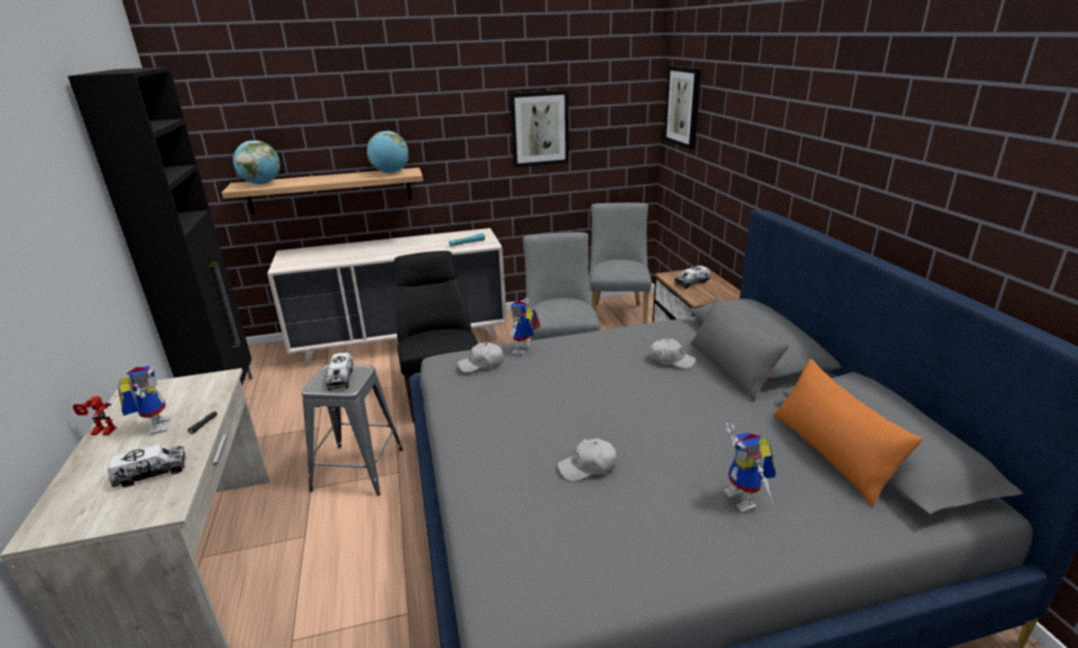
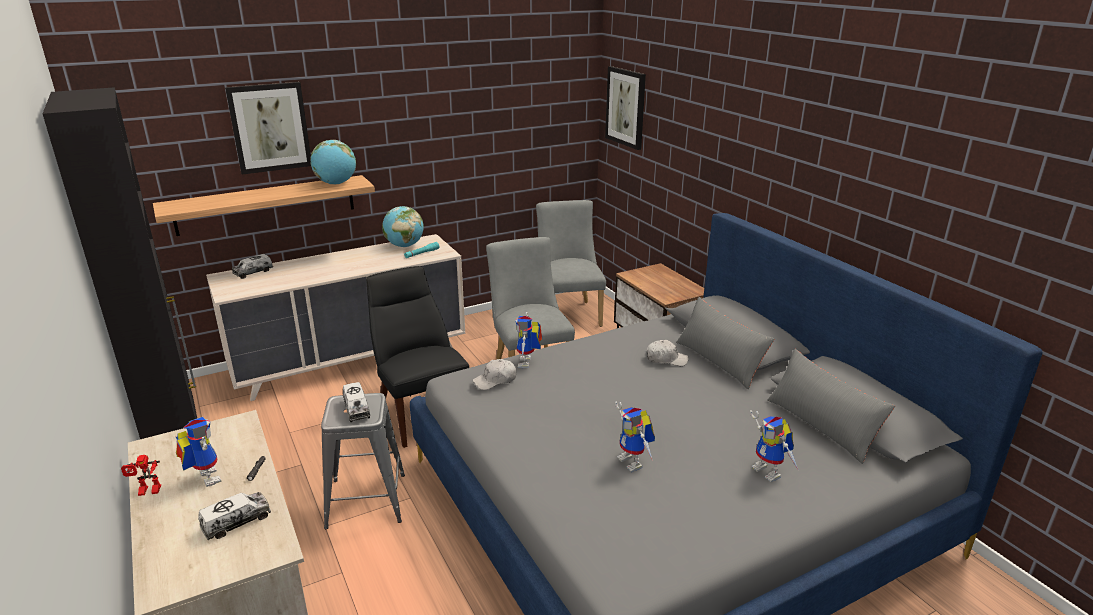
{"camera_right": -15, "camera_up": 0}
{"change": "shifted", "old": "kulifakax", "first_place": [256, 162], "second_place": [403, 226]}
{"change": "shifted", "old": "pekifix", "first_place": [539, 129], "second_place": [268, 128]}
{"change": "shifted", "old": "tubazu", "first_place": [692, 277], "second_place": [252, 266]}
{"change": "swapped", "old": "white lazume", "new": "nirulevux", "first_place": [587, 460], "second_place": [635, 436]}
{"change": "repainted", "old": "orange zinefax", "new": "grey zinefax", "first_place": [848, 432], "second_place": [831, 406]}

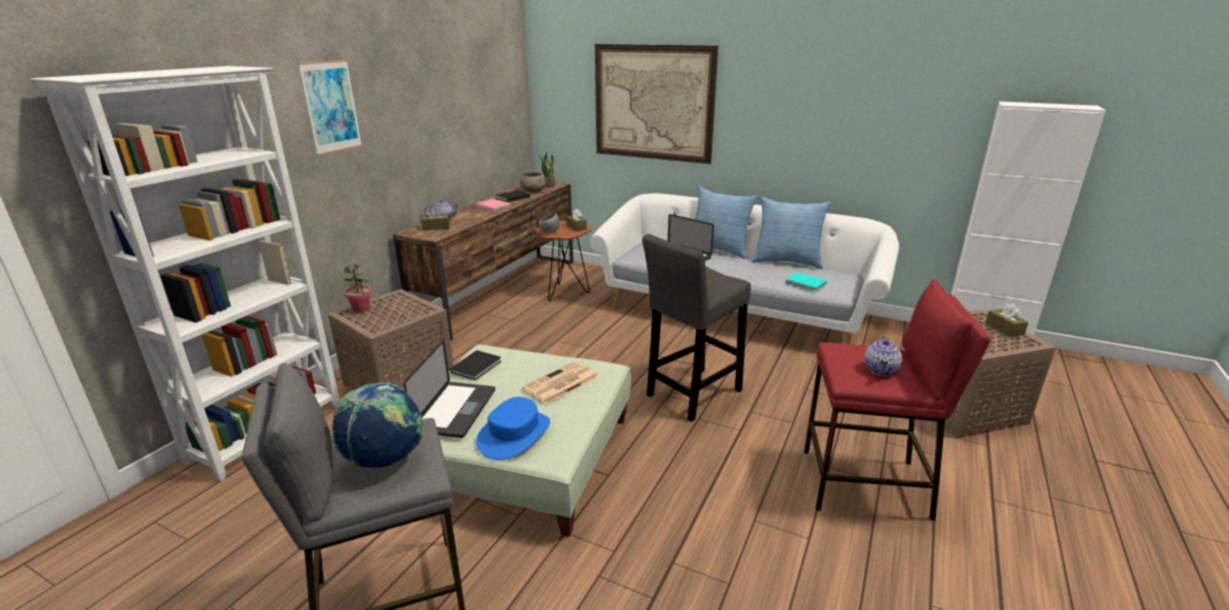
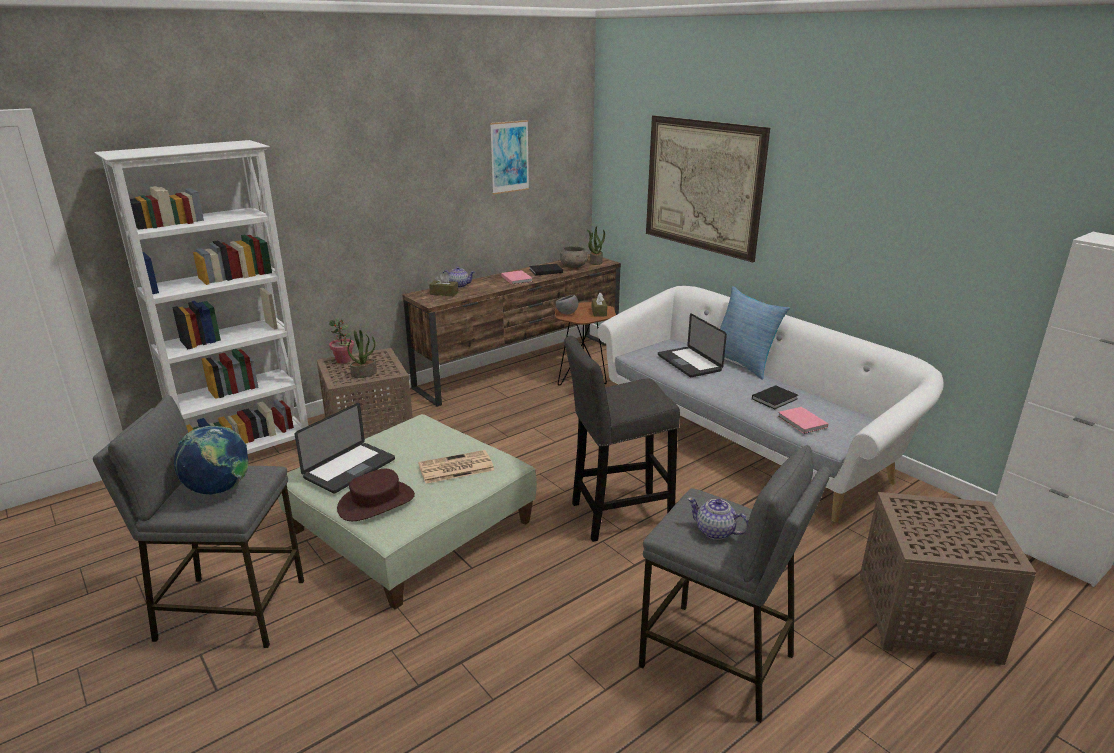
{"camera_right": 25, "camera_up": 0}
{"change": "gone", "old": "zinefax", "first_place": [791, 232]}
{"change": "gone", "old": "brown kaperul", "first_place": [1007, 320]}
{"change": "new", "new": "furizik", "second_place": [362, 354]}
{"change": "shifted", "old": "pekifix", "first_place": [330, 107], "second_place": [509, 157]}
{"change": "shifted", "old": "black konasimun", "first_place": [475, 365], "second_place": [775, 397]}
{"change": "repainted", "old": "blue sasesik", "new": "brown sasesik", "first_place": [513, 428], "second_place": [376, 495]}
{"change": "repainted", "old": "turquoise konasimun", "new": "pink konasimun", "first_place": [806, 282], "second_place": [803, 420]}
{"change": "repainted", "old": "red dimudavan", "new": "grey dimudavan", "first_place": [897, 400], "second_place": [735, 584]}
{"change": "rotated", "old": "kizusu", "first_place": [883, 356], "second_place": [717, 518], "degrees": 75}

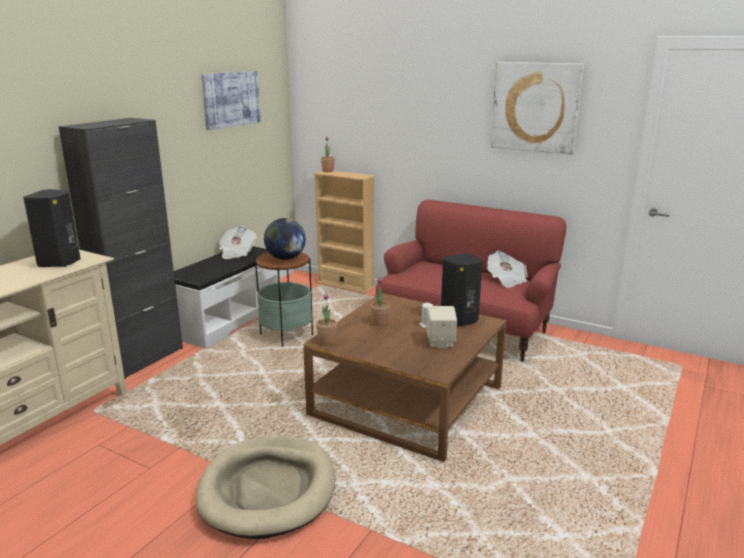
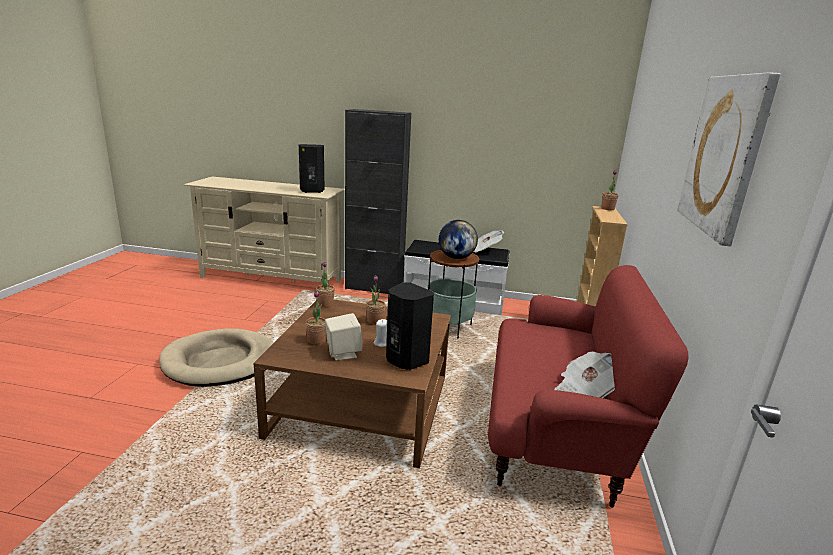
{"camera_right": 70, "camera_up": 0}
{"change": "gone", "old": "pekifix", "first_place": [231, 100]}
{"change": "new", "new": "furizik", "second_place": [315, 317]}

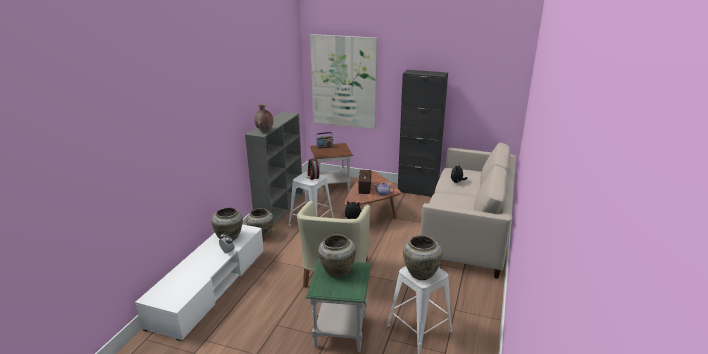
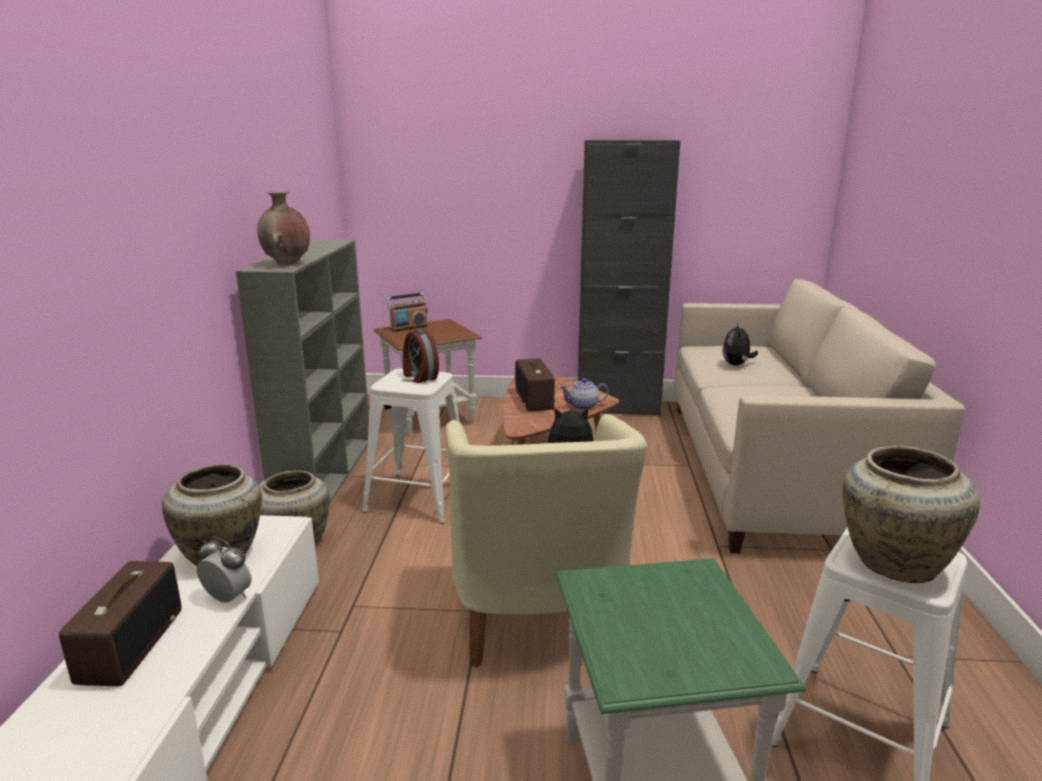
{"camera_right": -15, "camera_up": -5}
{"change": "gone", "old": "pekifix", "first_place": [343, 81]}
{"change": "gone", "old": "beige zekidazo", "first_place": [337, 256]}
{"change": "new", "new": "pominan", "second_place": [120, 623]}

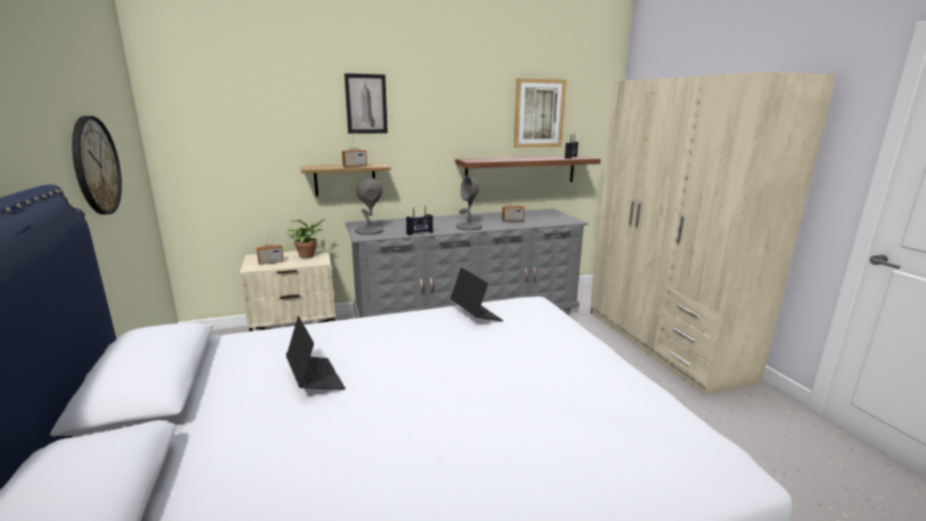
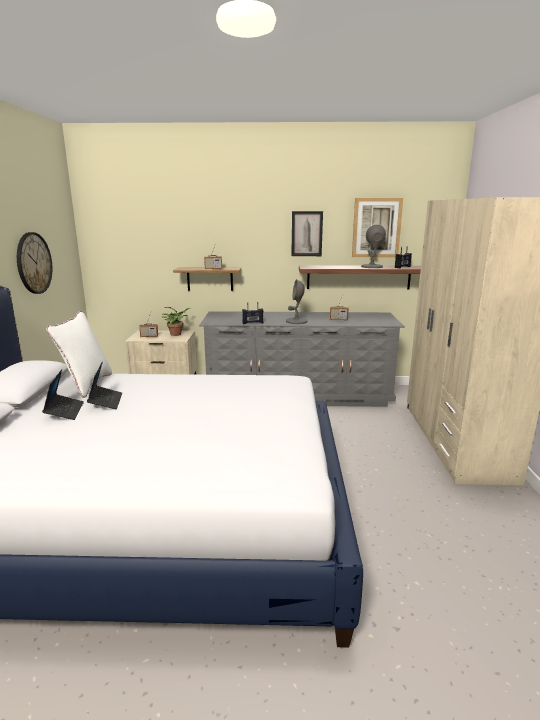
{"camera_right": 20, "camera_up": 0}
{"change": "new", "new": "white zinefax", "second_place": [79, 354]}
{"change": "shifted", "old": "pekifix", "first_place": [366, 103], "second_place": [307, 233]}
{"change": "shifted", "old": "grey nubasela", "first_place": [369, 206], "second_place": [373, 246]}
{"change": "shifted", "old": "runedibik", "first_place": [476, 294], "second_place": [63, 394]}

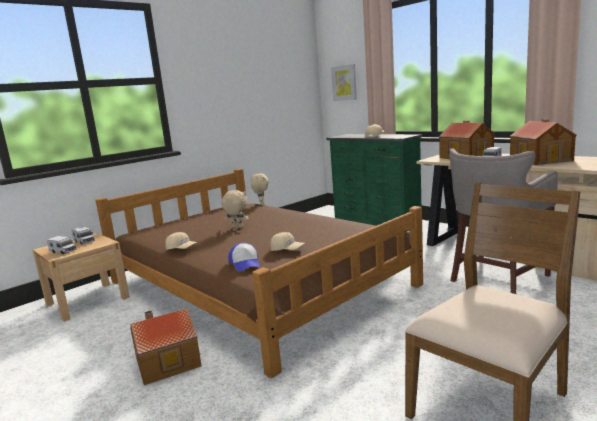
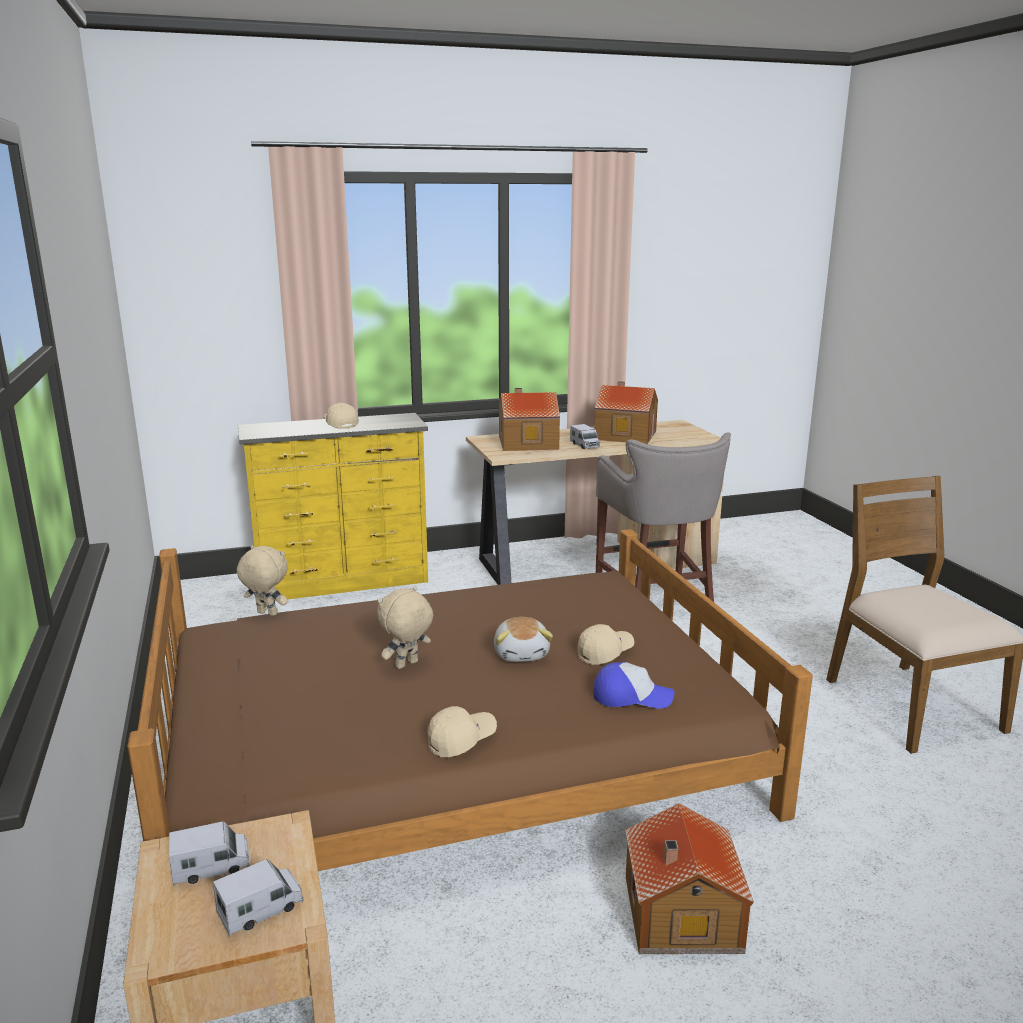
{"camera_right": -65, "camera_up": 5}
{"change": "gone", "old": "pekifix", "first_place": [344, 82]}
{"change": "new", "new": "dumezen", "second_place": [523, 639]}
{"change": "repainted", "old": "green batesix", "new": "yellow batesix", "first_place": [374, 183], "second_place": [333, 507]}

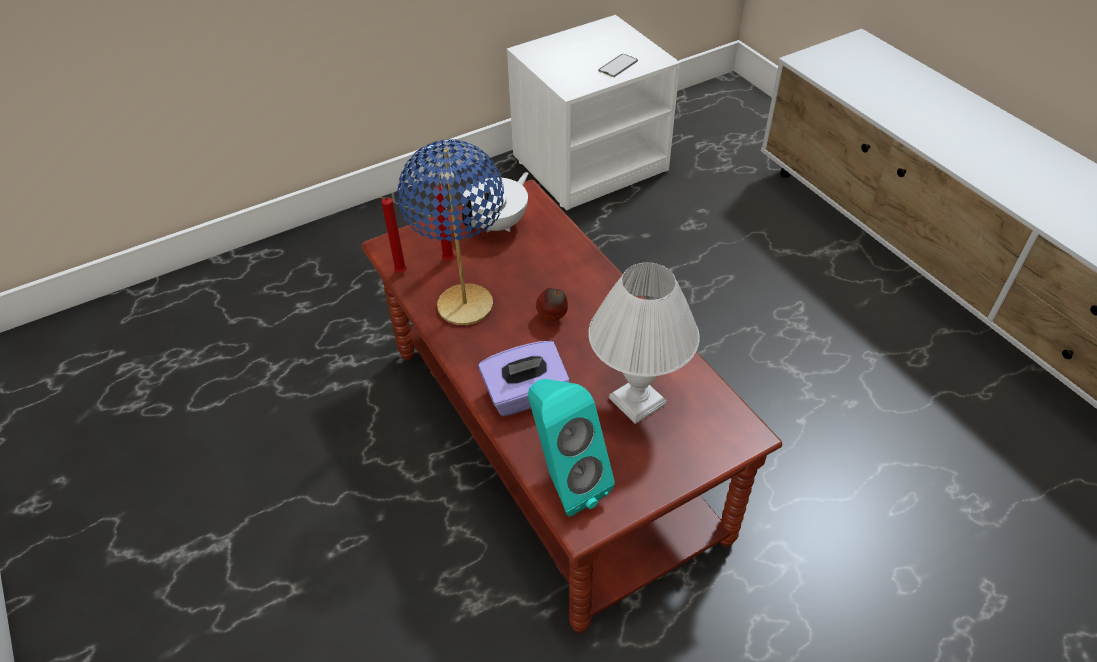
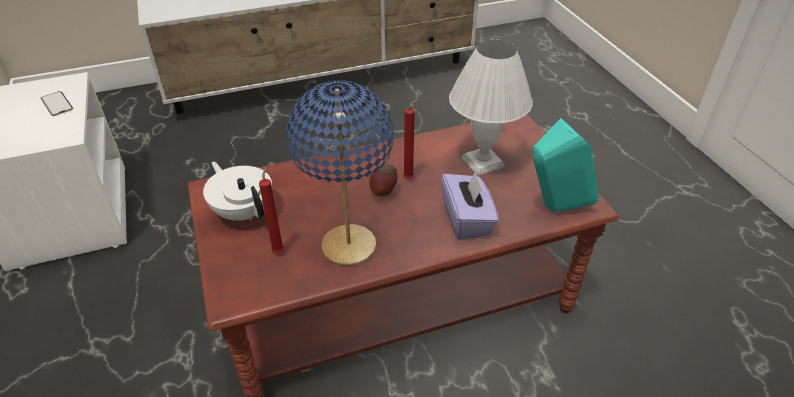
{"camera_right": -80, "camera_up": -5}
{"change": "shifted", "old": "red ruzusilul", "first_place": [392, 235], "second_place": [410, 142]}

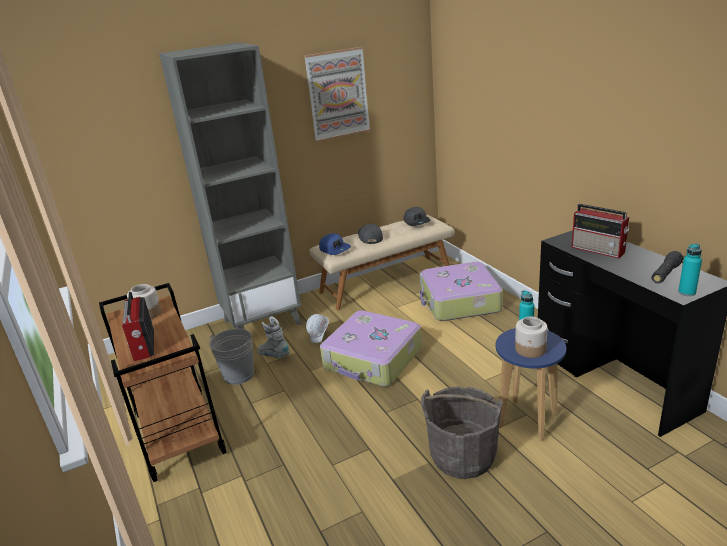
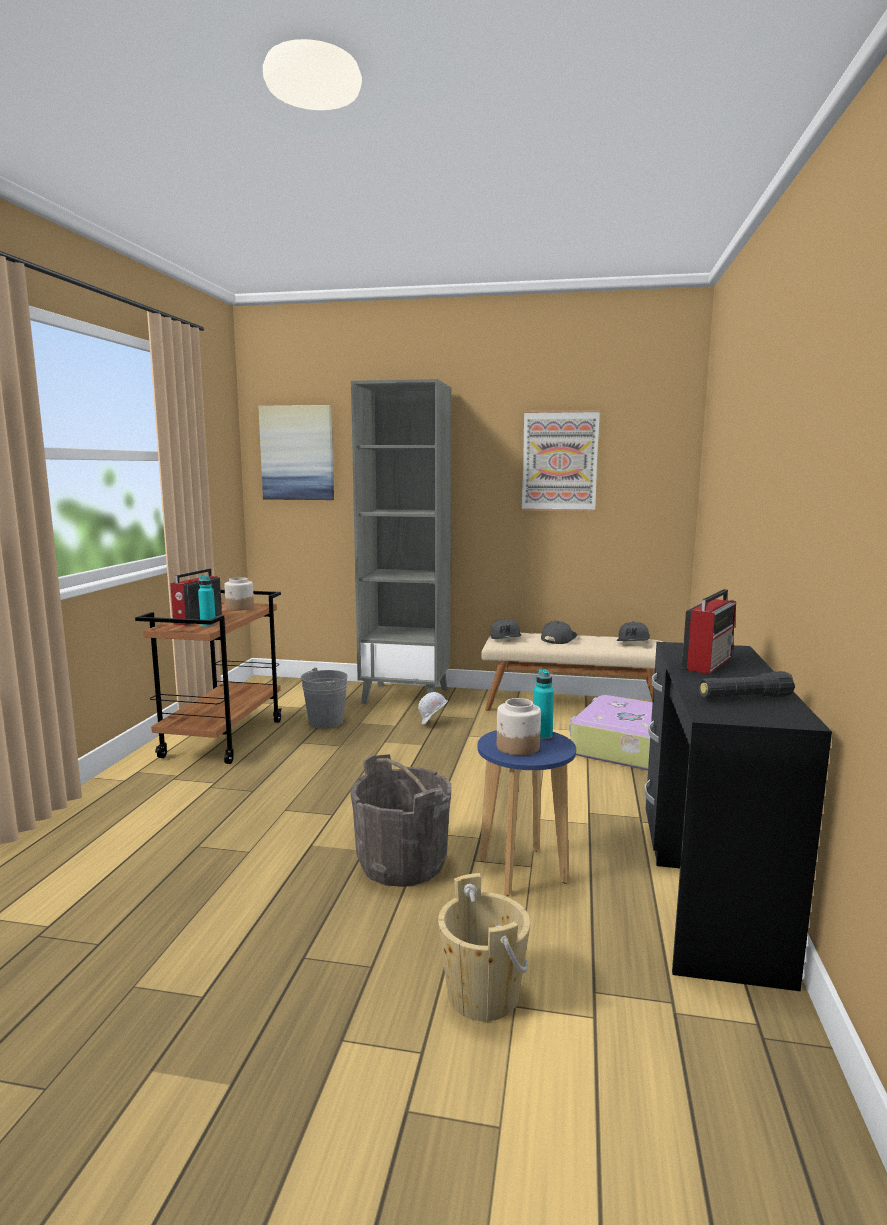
{"camera_right": 35, "camera_up": -15}
{"change": "gone", "old": "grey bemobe", "first_place": [273, 337]}
{"change": "gone", "old": "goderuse", "first_place": [371, 348]}
{"change": "new", "new": "pekifix", "second_place": [296, 452]}
{"change": "new", "new": "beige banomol", "second_place": [484, 947]}
{"change": "shifted", "old": "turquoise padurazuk", "first_place": [690, 269], "second_place": [207, 601]}
{"change": "repainted", "old": "blue lazume", "new": "grey lazume", "first_place": [335, 244], "second_place": [505, 628]}
{"change": "rotated", "old": "pominan", "first_place": [601, 231], "second_place": [709, 631], "degrees": -135}

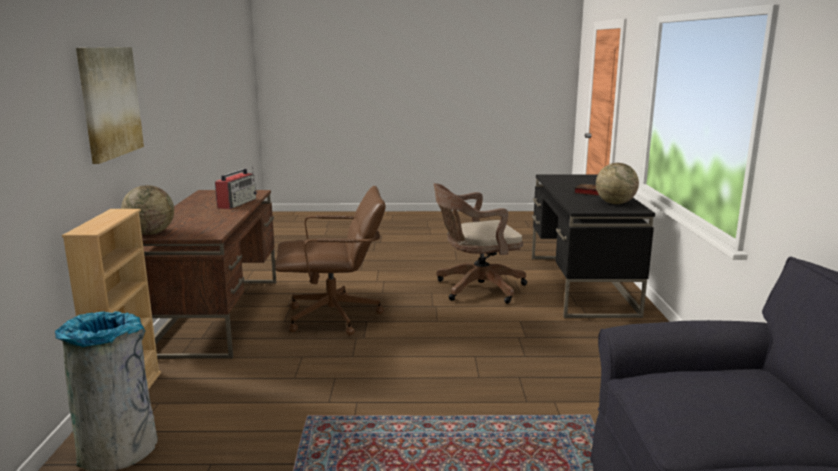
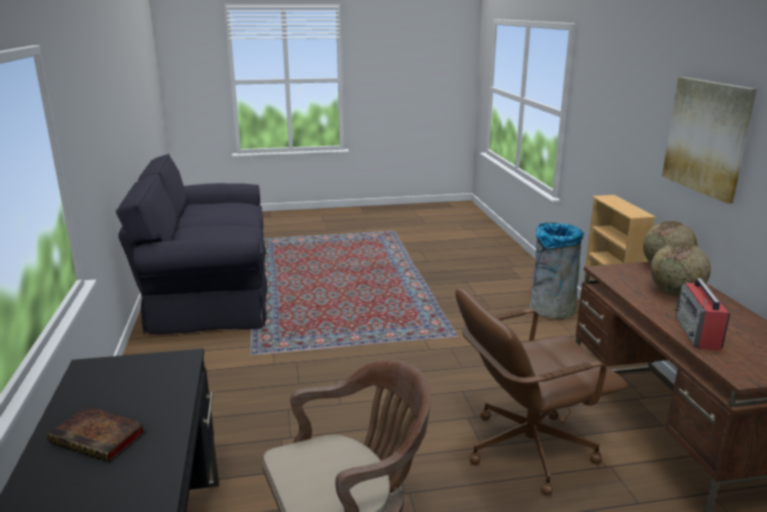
{"camera_right": 170, "camera_up": 5}
{"change": "shifted", "old": "kulifakax", "first_place": [617, 183], "second_place": [680, 269]}

